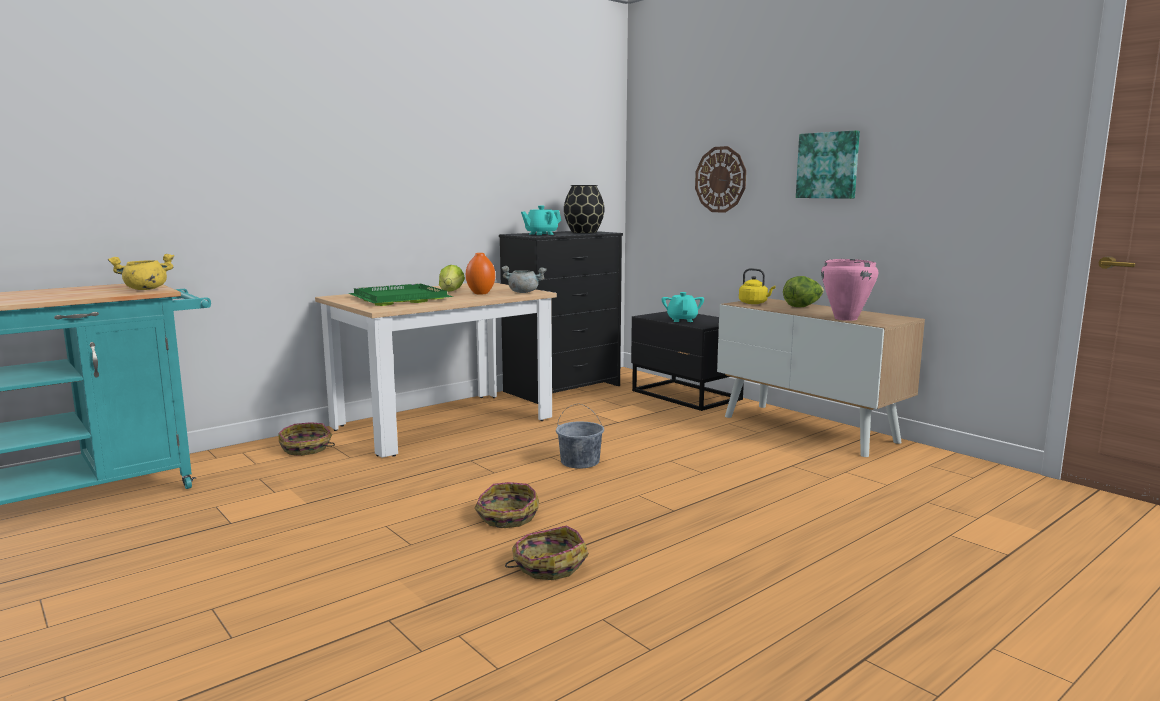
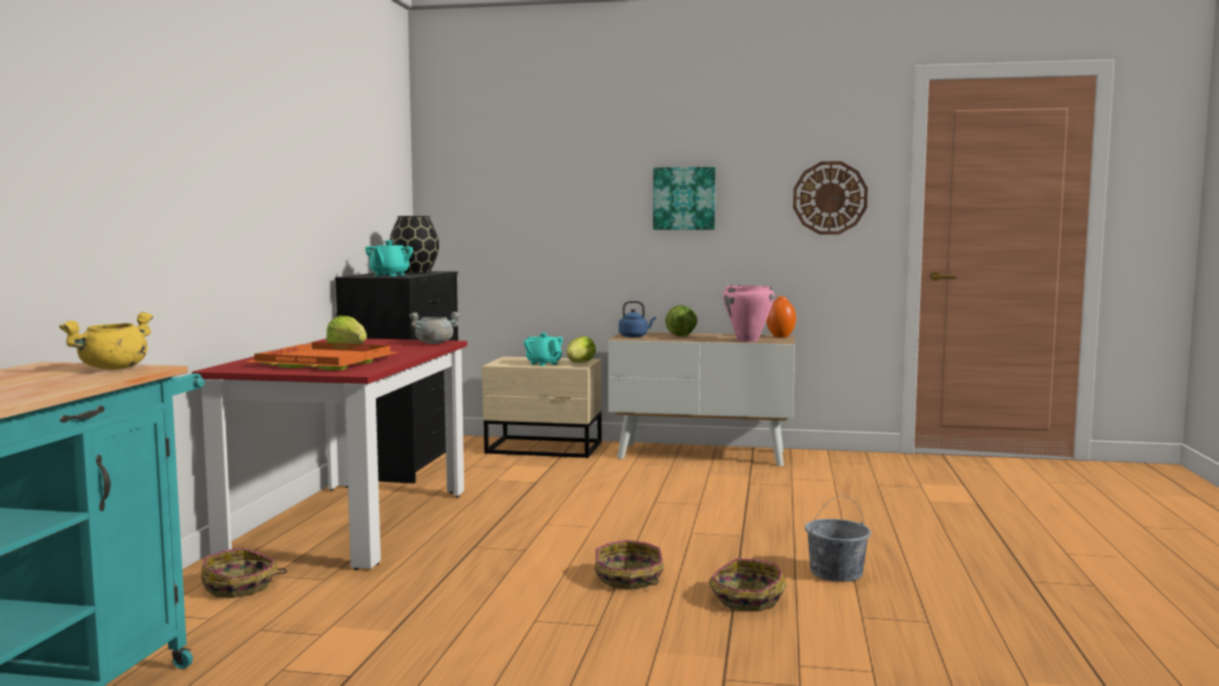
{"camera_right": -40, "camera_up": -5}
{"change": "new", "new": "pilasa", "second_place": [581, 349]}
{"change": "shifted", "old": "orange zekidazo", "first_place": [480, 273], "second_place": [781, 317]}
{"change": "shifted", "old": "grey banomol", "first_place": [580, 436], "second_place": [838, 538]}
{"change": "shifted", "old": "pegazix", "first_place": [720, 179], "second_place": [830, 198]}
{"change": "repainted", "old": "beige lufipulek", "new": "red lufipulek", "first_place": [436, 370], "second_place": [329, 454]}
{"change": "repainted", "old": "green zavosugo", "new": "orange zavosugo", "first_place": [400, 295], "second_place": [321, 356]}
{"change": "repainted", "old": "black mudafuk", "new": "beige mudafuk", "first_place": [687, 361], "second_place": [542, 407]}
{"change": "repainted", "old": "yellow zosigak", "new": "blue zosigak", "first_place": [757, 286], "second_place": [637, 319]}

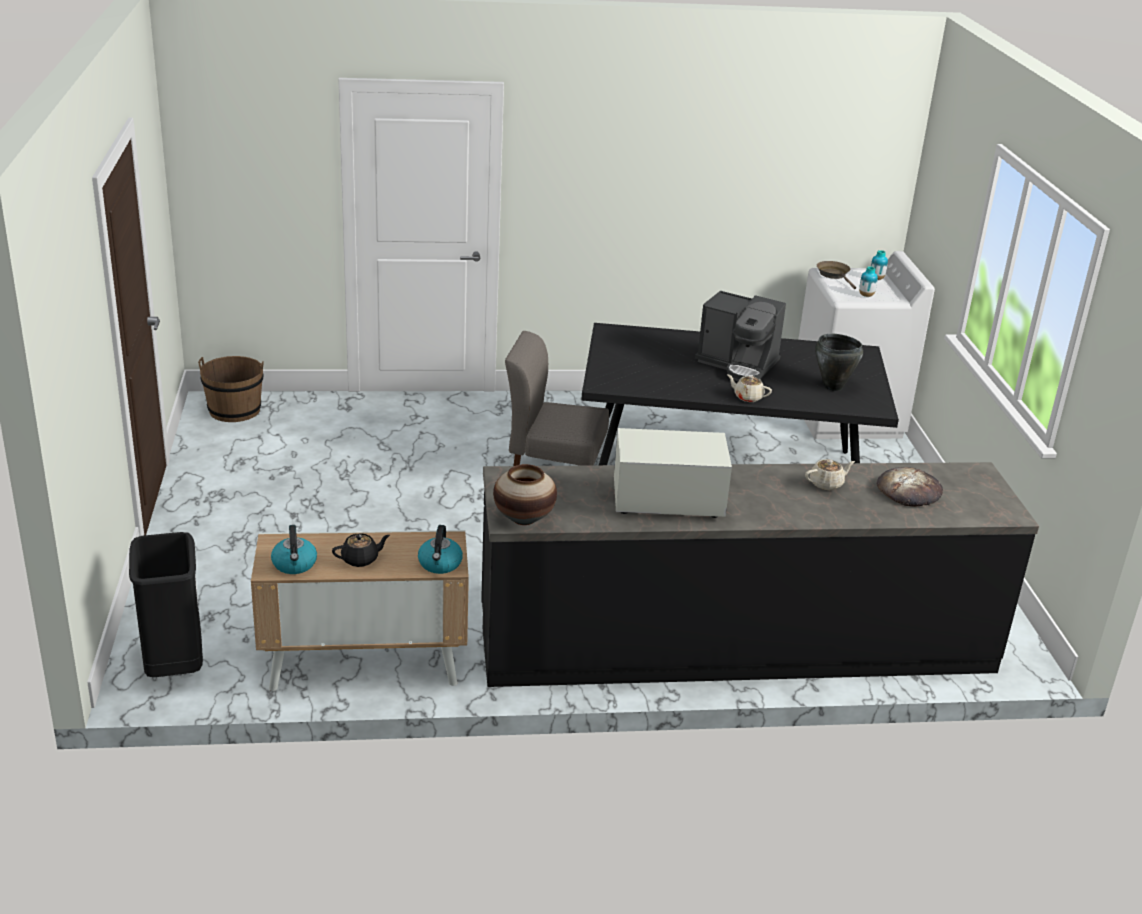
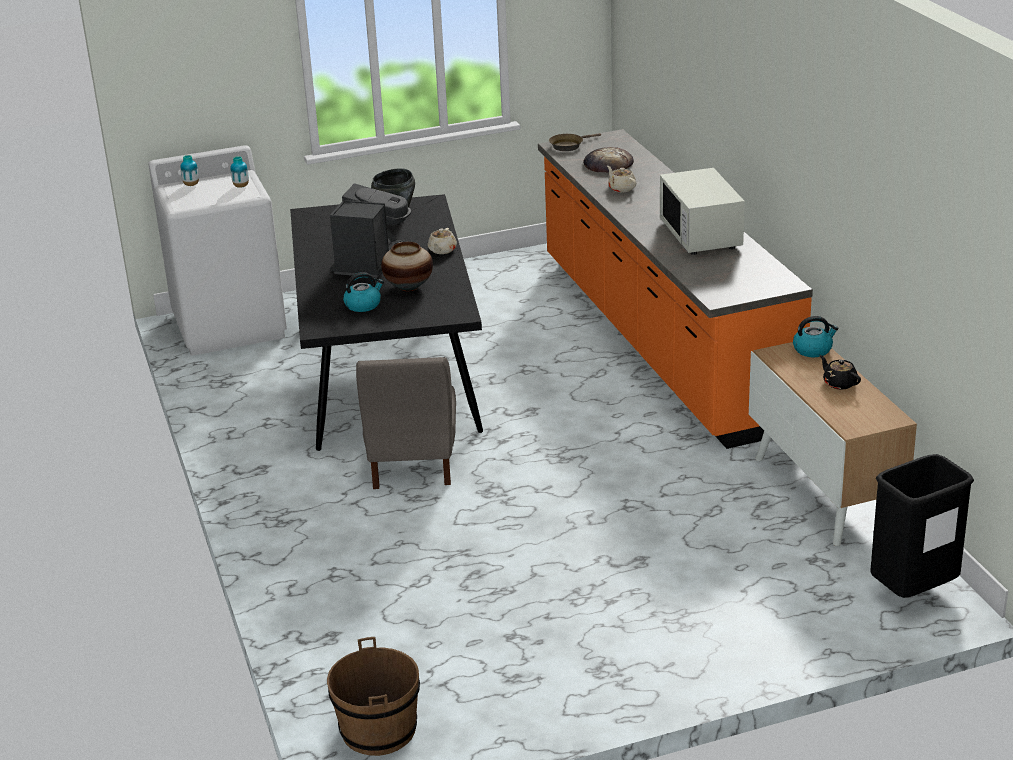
{"camera_right": -100, "camera_up": 0}
{"change": "shifted", "old": "zosigak", "first_place": [294, 549], "second_place": [363, 292]}
{"change": "shifted", "old": "zekidazo", "first_place": [525, 494], "second_place": [407, 266]}
{"change": "shifted", "old": "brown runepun", "first_place": [836, 275], "second_place": [575, 142]}
{"change": "repainted", "old": "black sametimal", "new": "orange sametimal", "first_place": [760, 574], "second_place": [675, 289]}

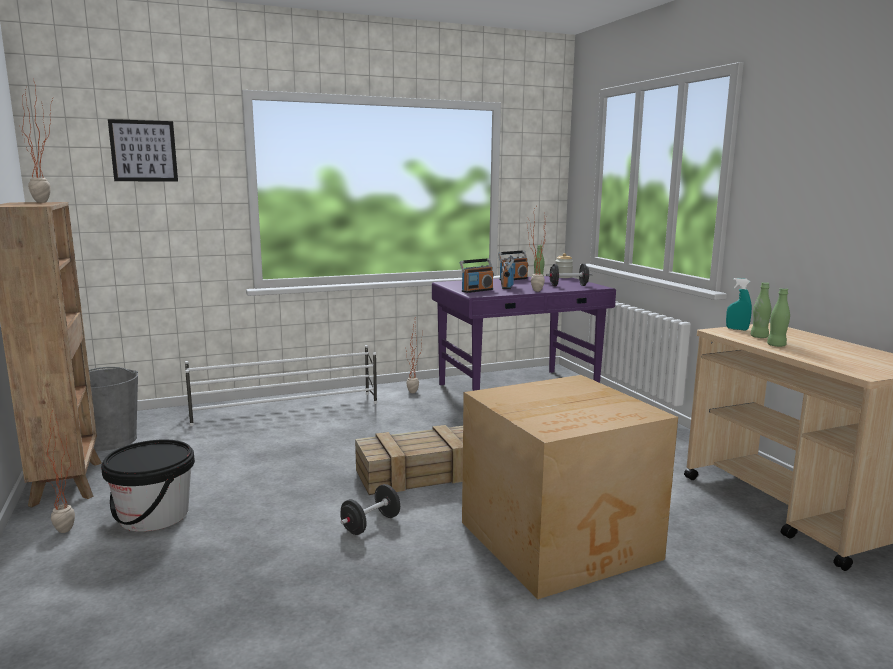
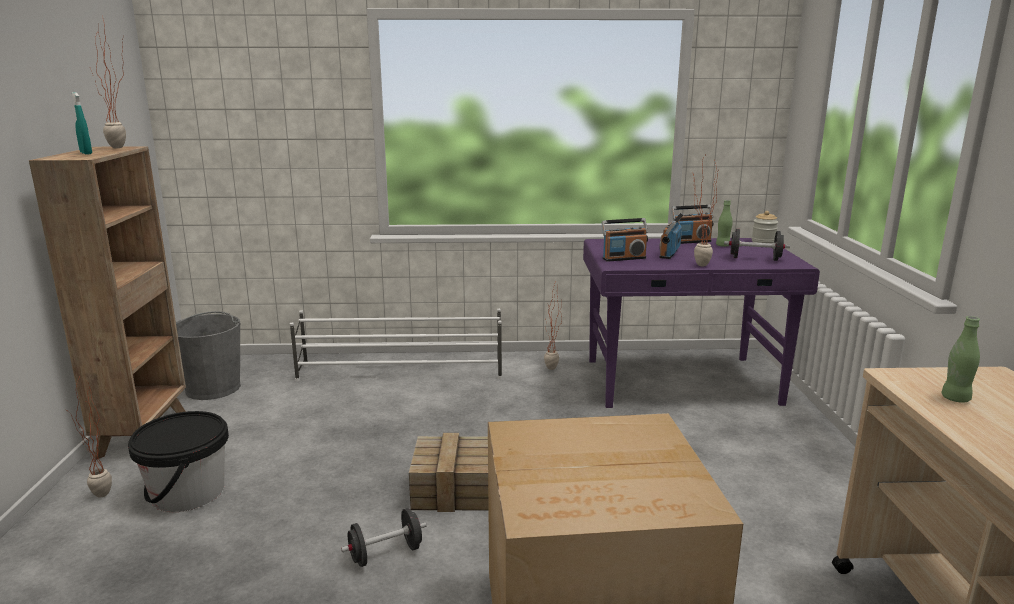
{"camera_right": 20, "camera_up": 5}
{"change": "gone", "old": "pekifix", "first_place": [143, 150]}
{"change": "gone", "old": "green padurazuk", "first_place": [778, 317]}
{"change": "shifted", "old": "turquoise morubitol", "first_place": [739, 304], "second_place": [82, 123]}

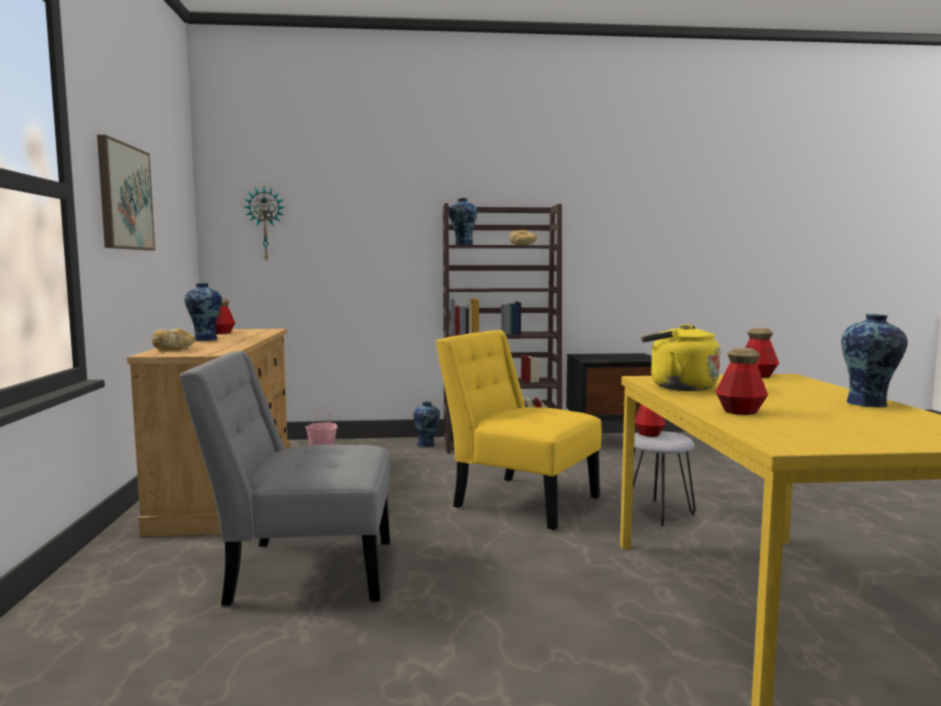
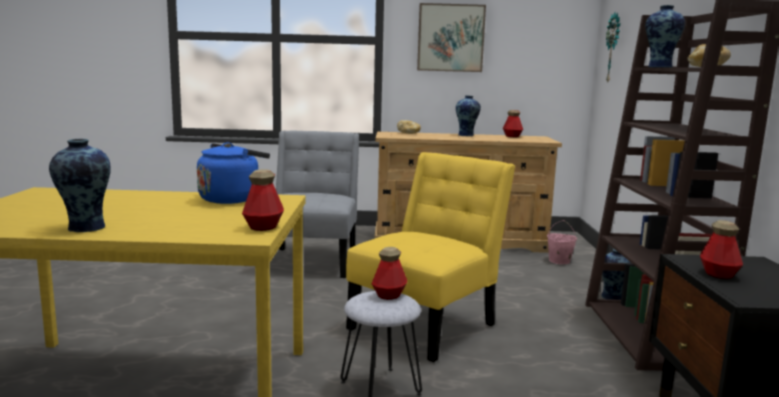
{"camera_right": 95, "camera_up": 5}
{"change": "shifted", "old": "padurazuk", "first_place": [742, 381], "second_place": [721, 249]}
{"change": "repainted", "old": "yellow zosigak", "new": "blue zosigak", "first_place": [680, 357], "second_place": [233, 173]}

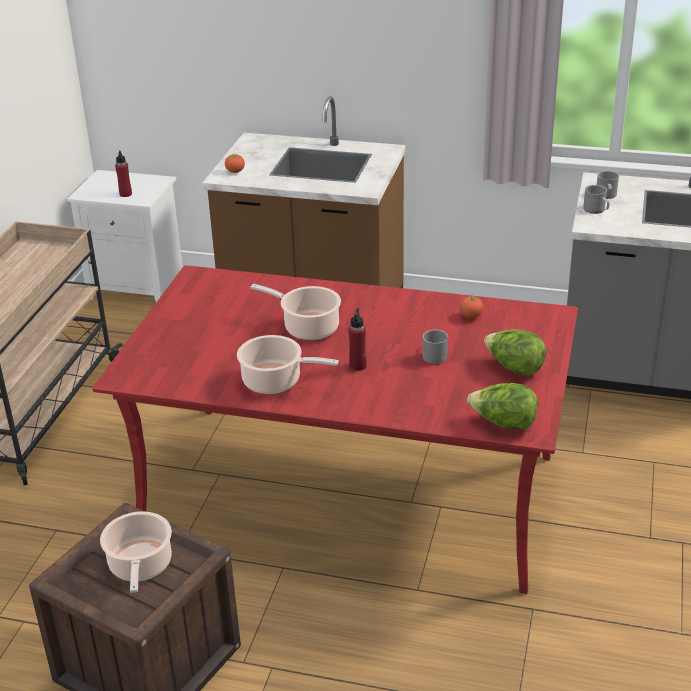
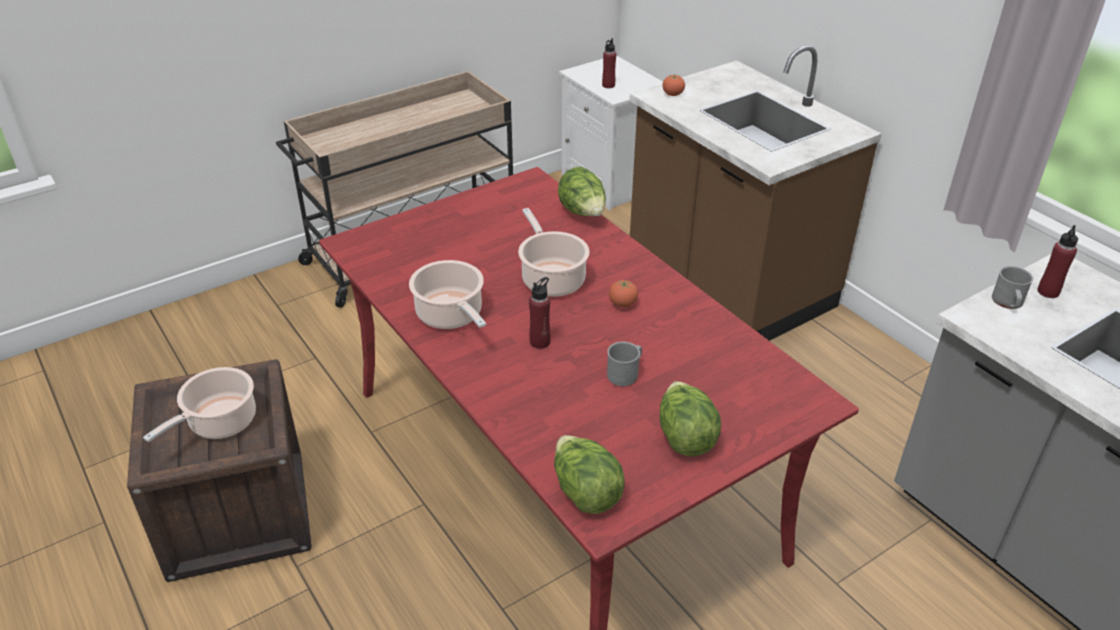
{"camera_right": 40, "camera_up": 5}
{"change": "new", "new": "pilasa", "second_place": [582, 191]}
{"change": "shifted", "old": "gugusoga", "first_place": [471, 307], "second_place": [623, 293]}
{"change": "swapped", "old": "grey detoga", "new": "red padurazuk", "first_place": [608, 185], "second_place": [1057, 261]}

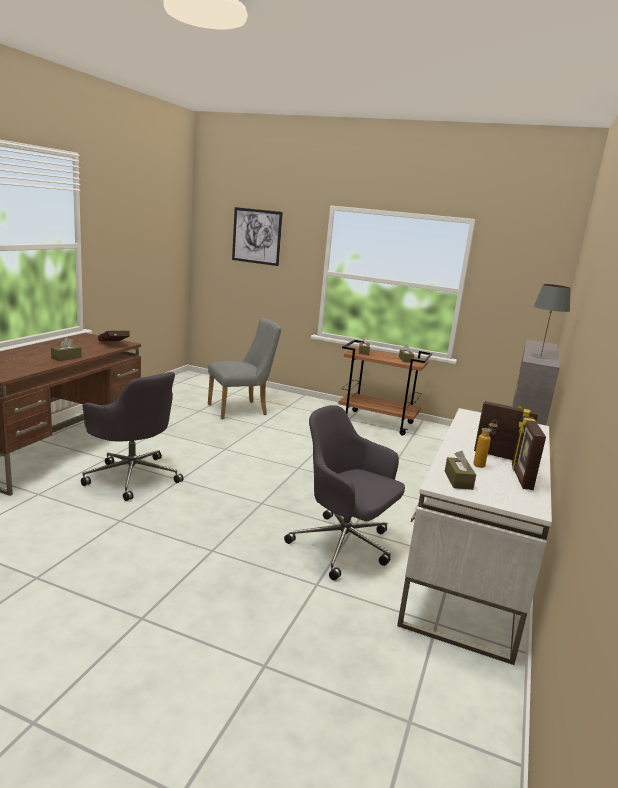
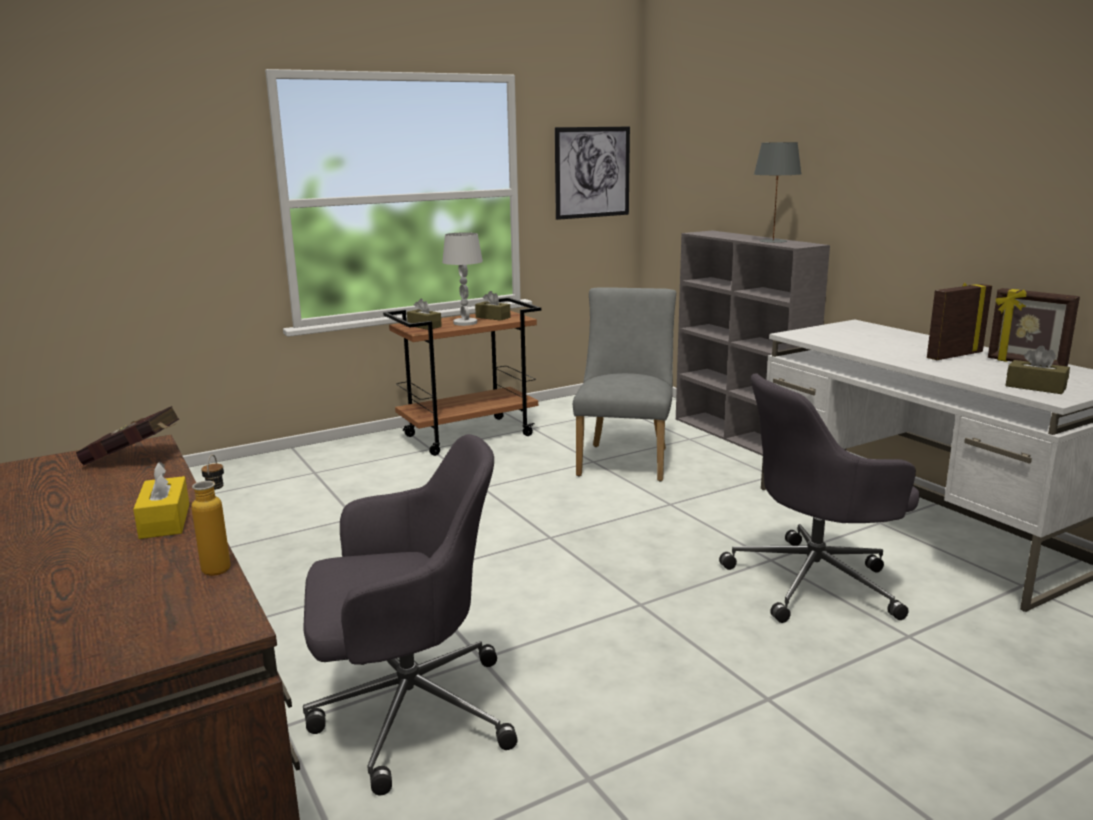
{"camera_right": -50, "camera_up": 0}
{"change": "new", "new": "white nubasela", "second_place": [462, 279]}
{"change": "shifted", "old": "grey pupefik", "first_place": [245, 368], "second_place": [624, 384]}
{"change": "shifted", "old": "pekifix", "first_place": [257, 236], "second_place": [592, 173]}
{"change": "shifted", "old": "padurazuk", "first_place": [485, 444], "second_place": [211, 515]}
{"change": "repainted", "old": "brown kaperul", "new": "yellow kaperul", "first_place": [66, 349], "second_place": [161, 500]}

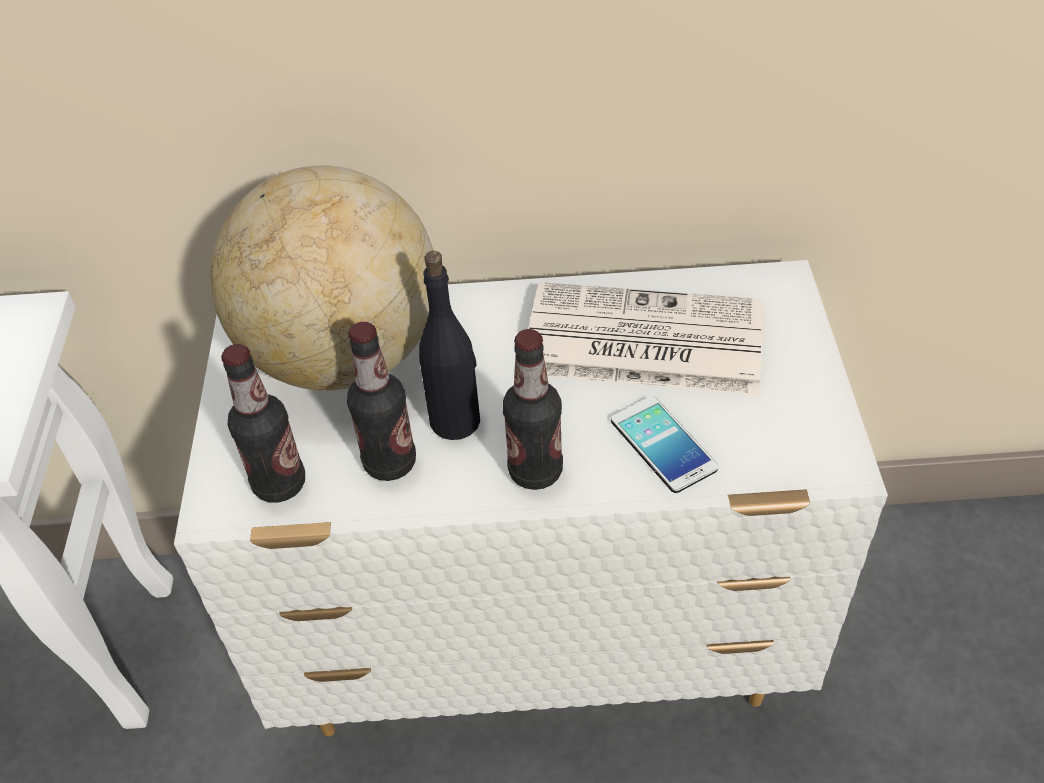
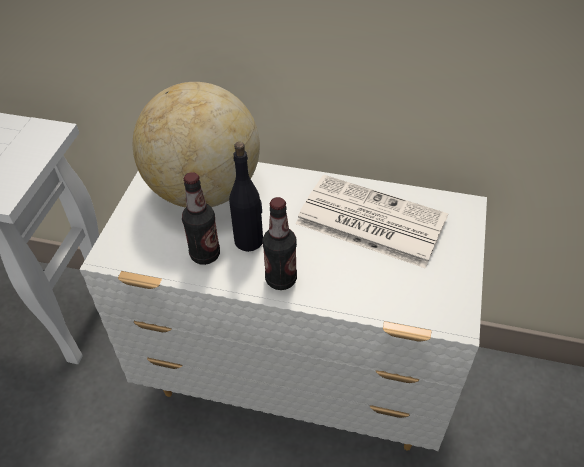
{"camera_right": 15, "camera_up": 0}
{"change": "gone", "old": "padurazuk", "first_place": [263, 423]}
{"change": "gone", "old": "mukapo", "first_place": [664, 444]}

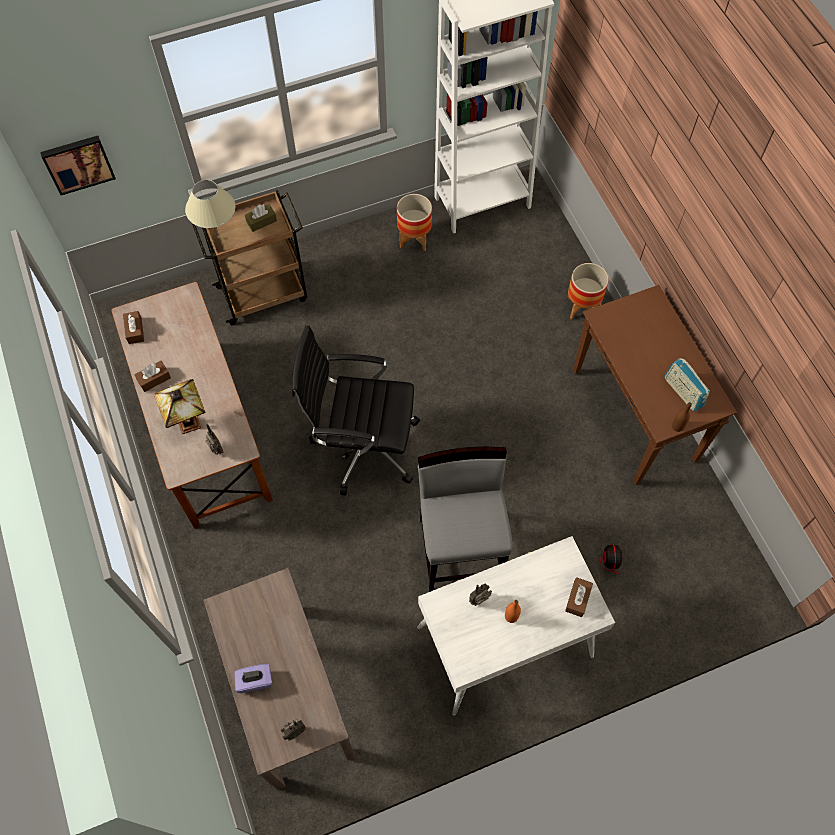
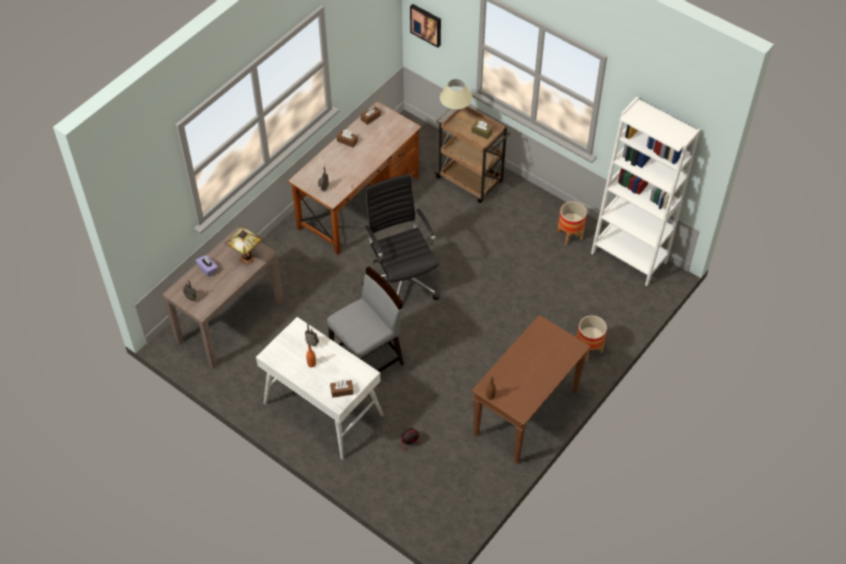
{"camera_right": 60, "camera_up": -10}
{"change": "gone", "old": "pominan", "first_place": [687, 385]}
{"change": "shifted", "old": "nubasela", "first_place": [179, 406], "second_place": [244, 246]}

